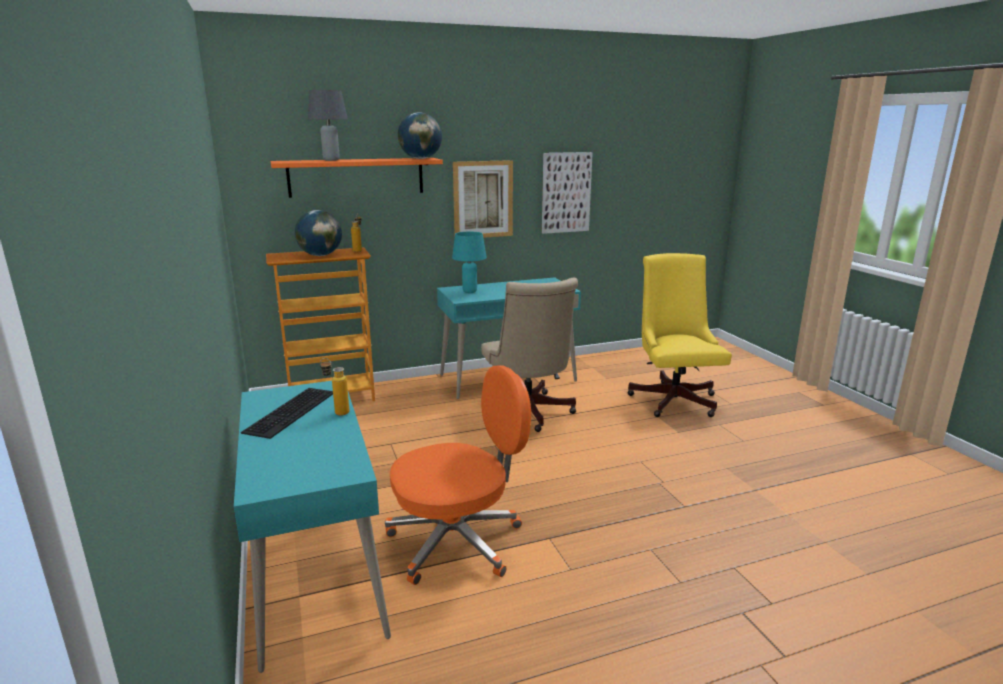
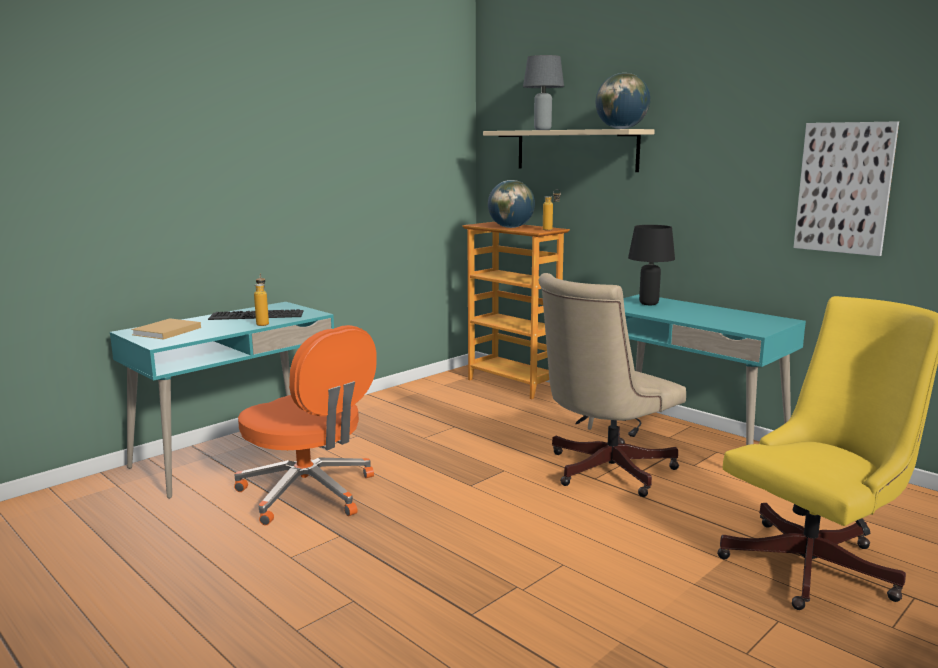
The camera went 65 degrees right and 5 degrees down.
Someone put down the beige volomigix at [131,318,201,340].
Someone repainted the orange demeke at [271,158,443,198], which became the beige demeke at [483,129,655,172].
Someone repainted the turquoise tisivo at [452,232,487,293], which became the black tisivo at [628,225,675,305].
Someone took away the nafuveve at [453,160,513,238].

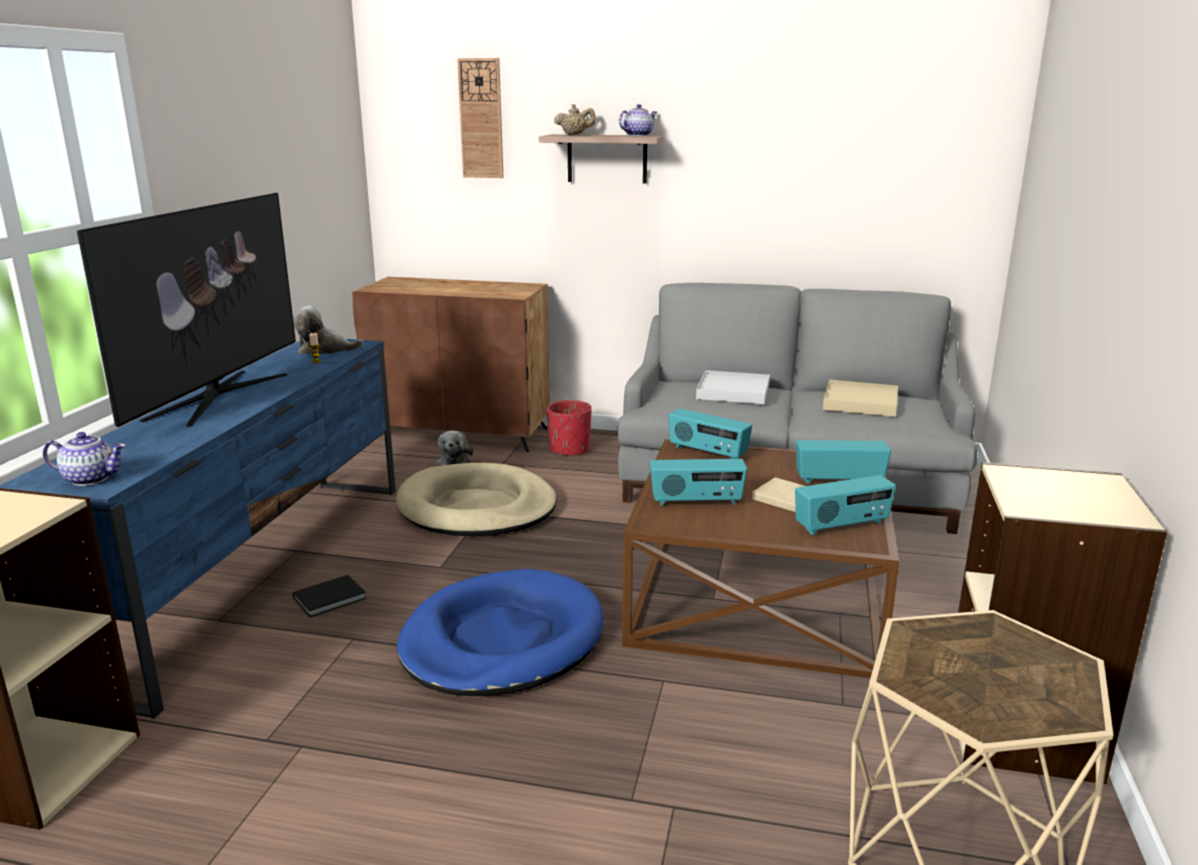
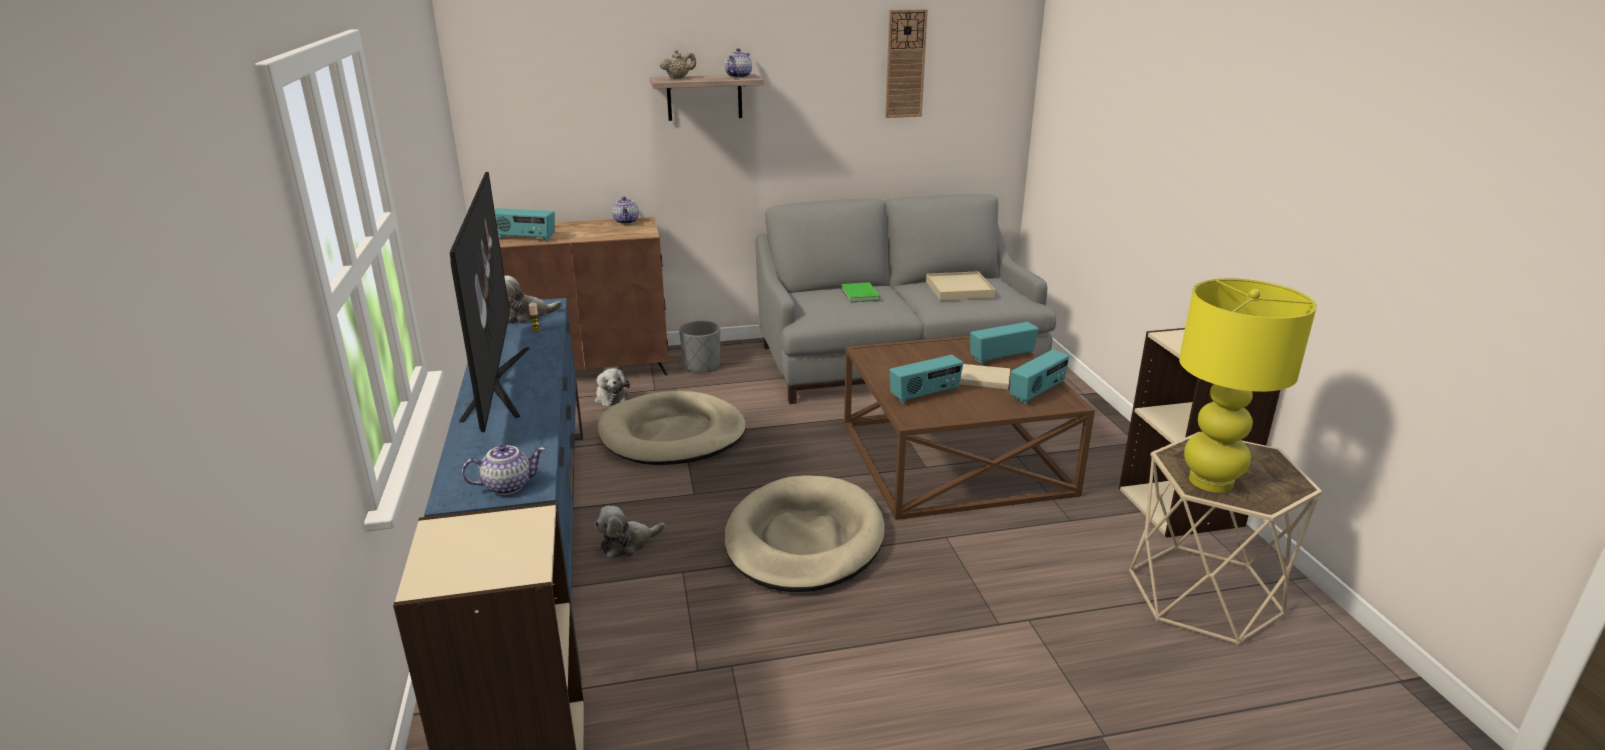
The camera went 25 degrees left and 5 degrees up.
Someone carried the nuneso from [668,409,752,459] to [495,208,555,241].
Someone swapped the black volomigix at [293,575,366,617] for the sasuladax at [595,506,665,559].
Someone put down the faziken at [612,197,639,224].
Someone repainted the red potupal at [547,400,592,457], which became the grey potupal at [679,321,720,373].
Someone repainted the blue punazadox at [397,569,604,696], which became the beige punazadox at [725,475,885,592].
Someone swapped the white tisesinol at [696,370,770,404] for the green volomigix at [841,282,880,303].
Someone carried the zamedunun from [457,58,504,178] to [885,9,928,118].
Someone put down the yellow tisivo at [1179,278,1317,493].

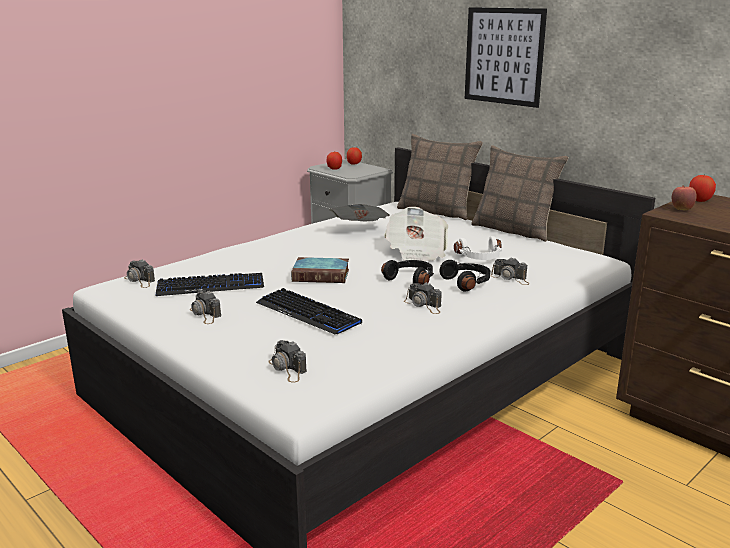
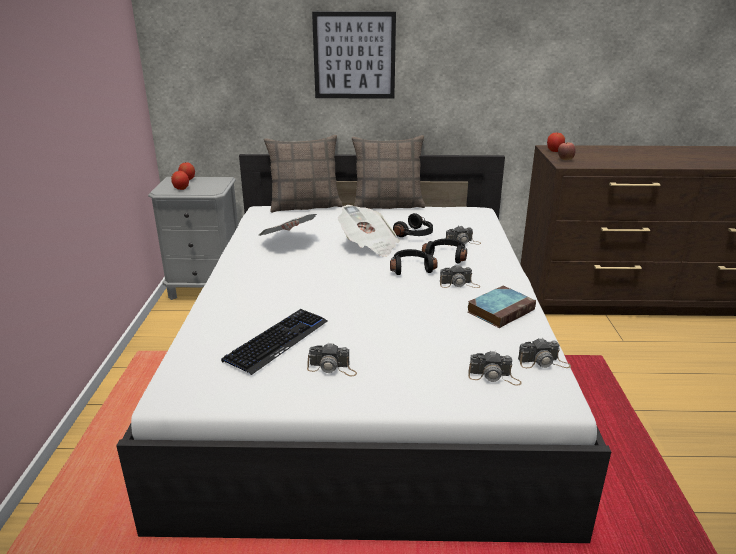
The camera went 45 degrees left and 5 degrees up.
Someone repainted the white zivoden at [454,236,502,260], which became the black zivoden at [393,213,433,237].
Someone carried the volomigix from [291,257,349,283] to [468,286,536,328].
Someone carried the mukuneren from [124,259,155,288] to [518,338,571,368].
Someone took away the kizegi at [256,288,362,334].

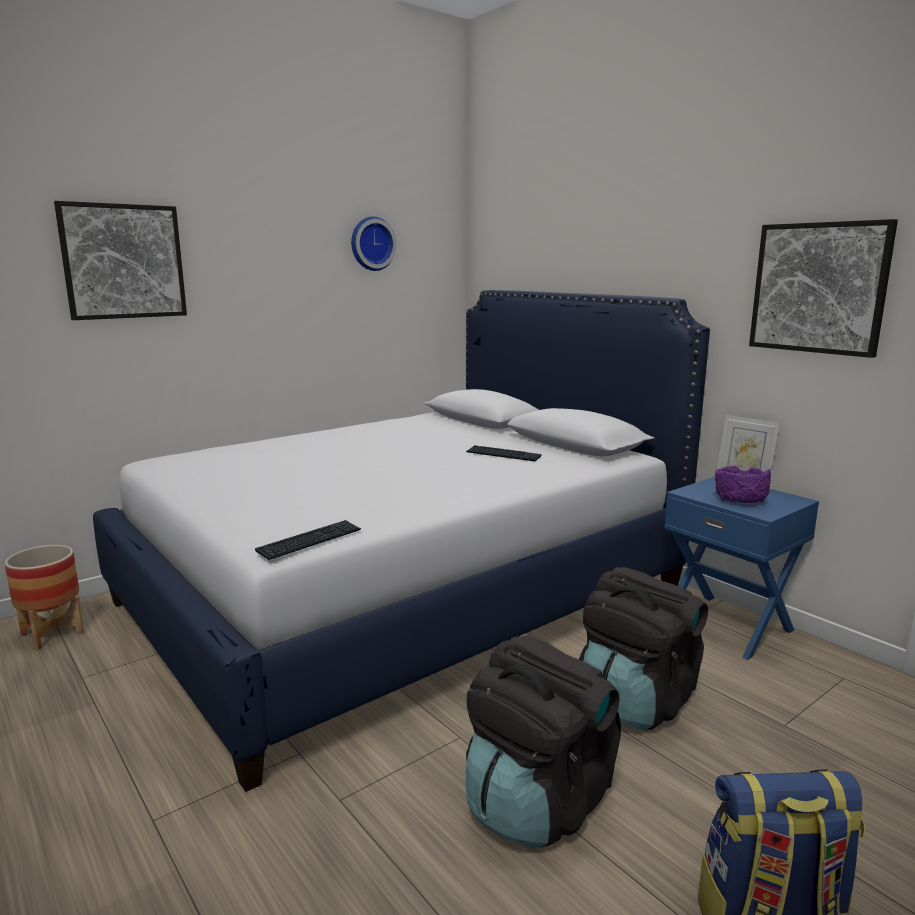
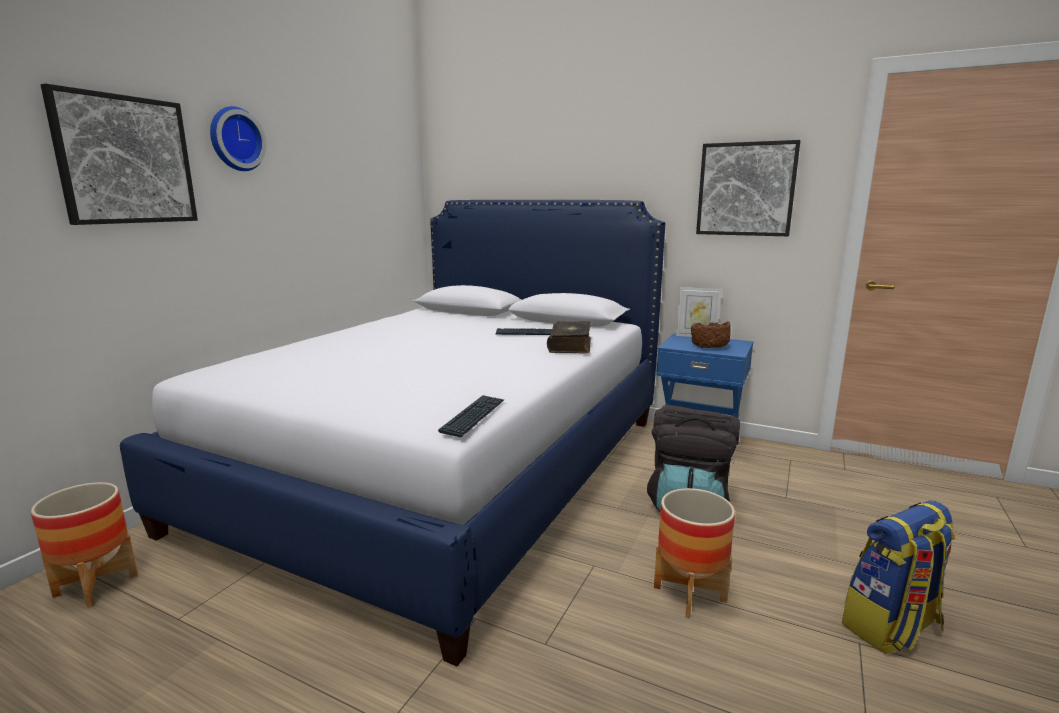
The camera went 25 degrees left and 0 degrees up.
Someone carried the zamedunun from [351,216,397,271] to [210,106,267,171].
Someone put down the volomigix at [547,321,591,353].
Someone swapped the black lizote at [466,636,621,848] for the potupal at [654,488,735,618].
Someone repainted the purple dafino at [715,466,771,503], which became the brown dafino at [691,321,731,348].

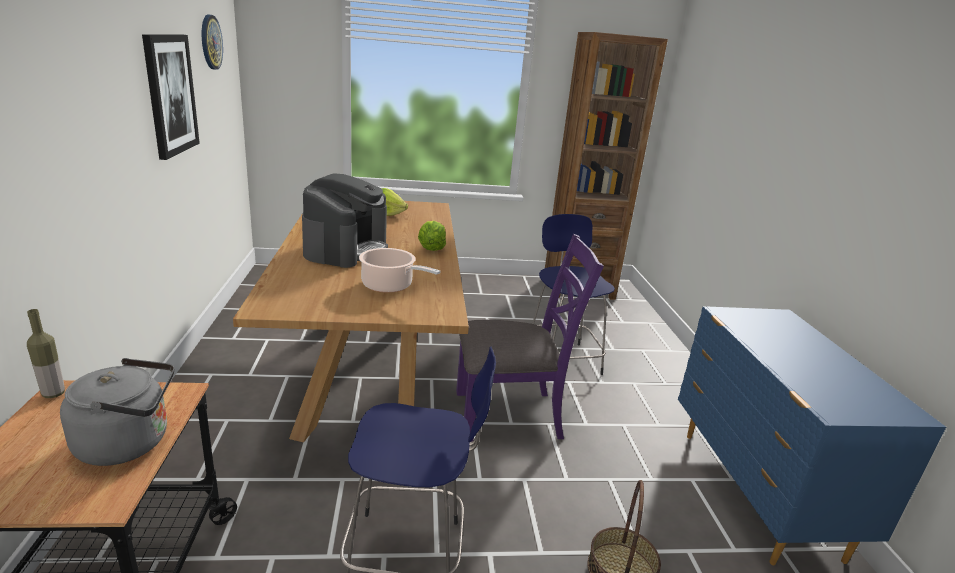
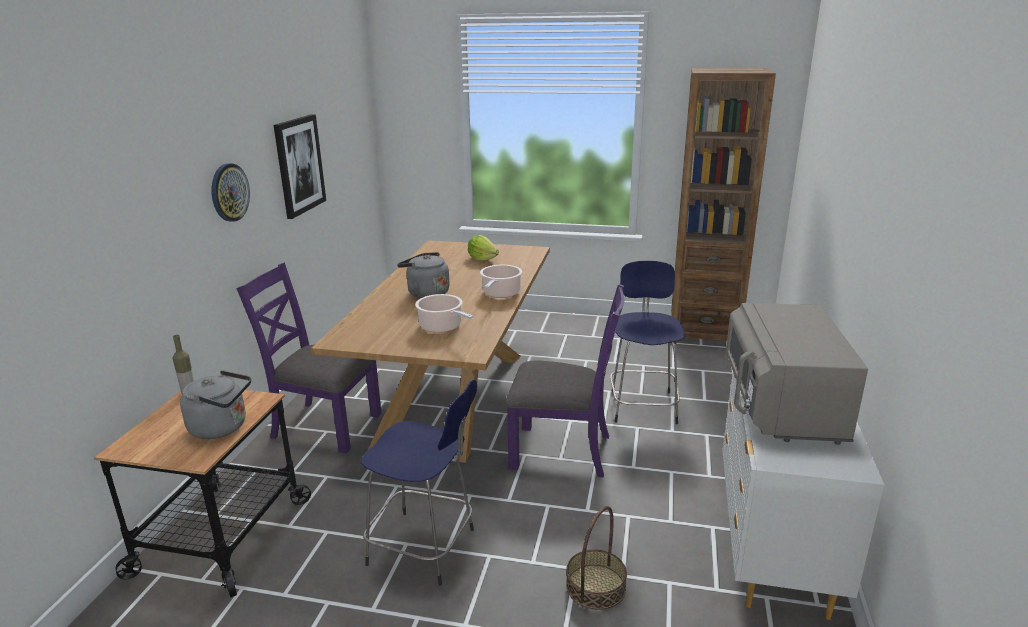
The camera went 20 degrees right and 0 degrees up.
Someone carried the zamedunun from [202,14,223,70] to [212,163,250,222].
Someone put down the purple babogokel at [236,263,382,453].
Someone swapped the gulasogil at [302,173,388,268] for the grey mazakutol at [397,252,450,298].
Someone swapped the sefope at [418,221,446,251] for the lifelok at [480,265,522,298].
Someone repainted the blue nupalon at [678,306,946,565], which became the white nupalon at [722,371,884,620].
Someone put down the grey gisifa at [726,303,868,445].

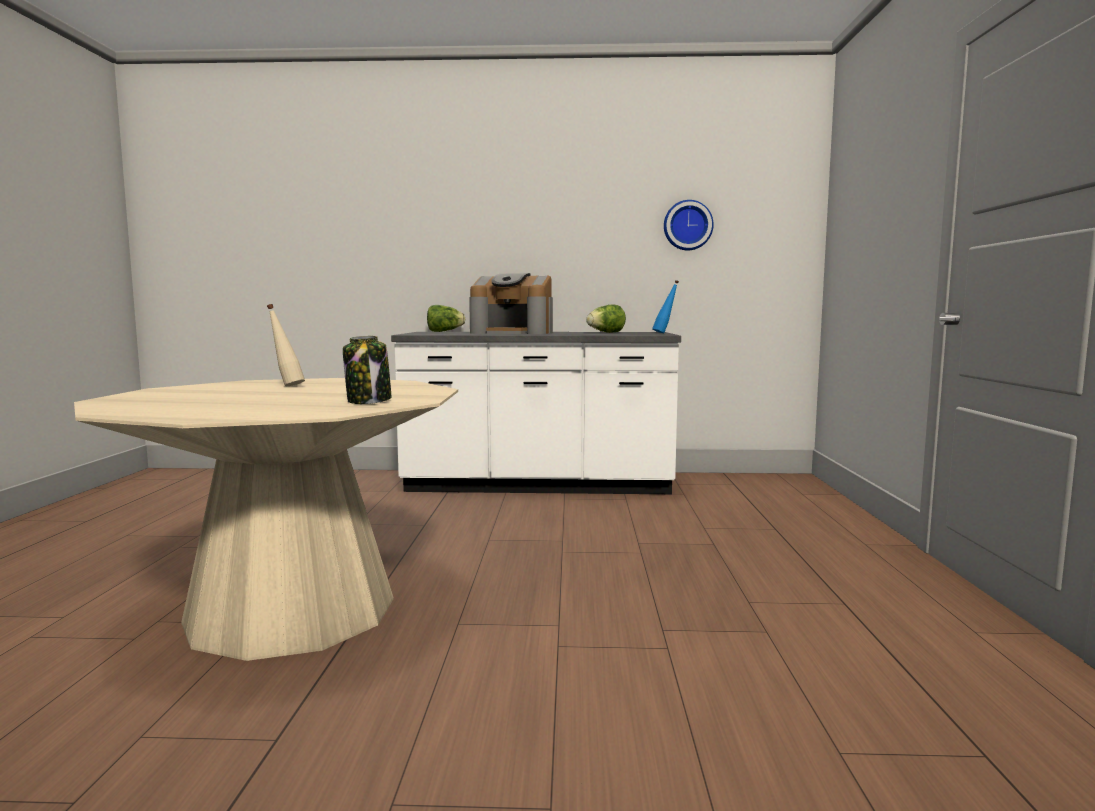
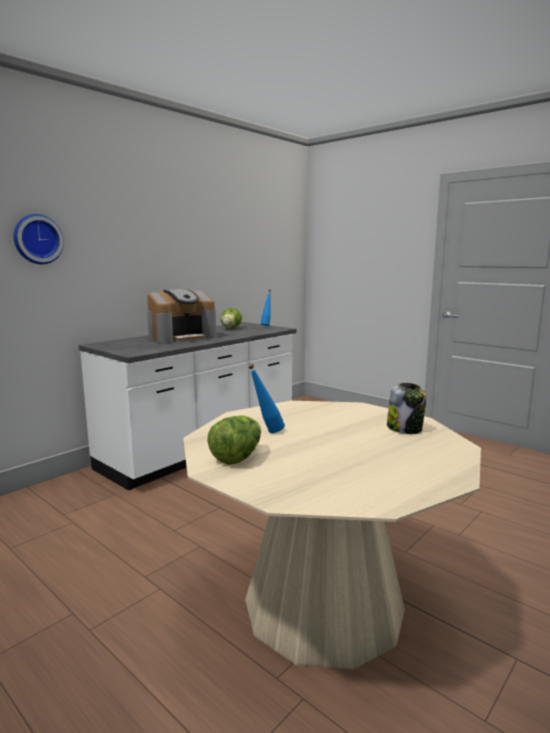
The camera went 50 degrees left and 5 degrees up.
Someone carried the zamedunun from [664,200,714,251] to [13,214,64,264].
Someone carried the sefope from [427,305,465,332] to [207,416,261,465].
Someone repainted the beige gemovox at [267,304,305,386], which became the blue gemovox at [248,364,285,433].

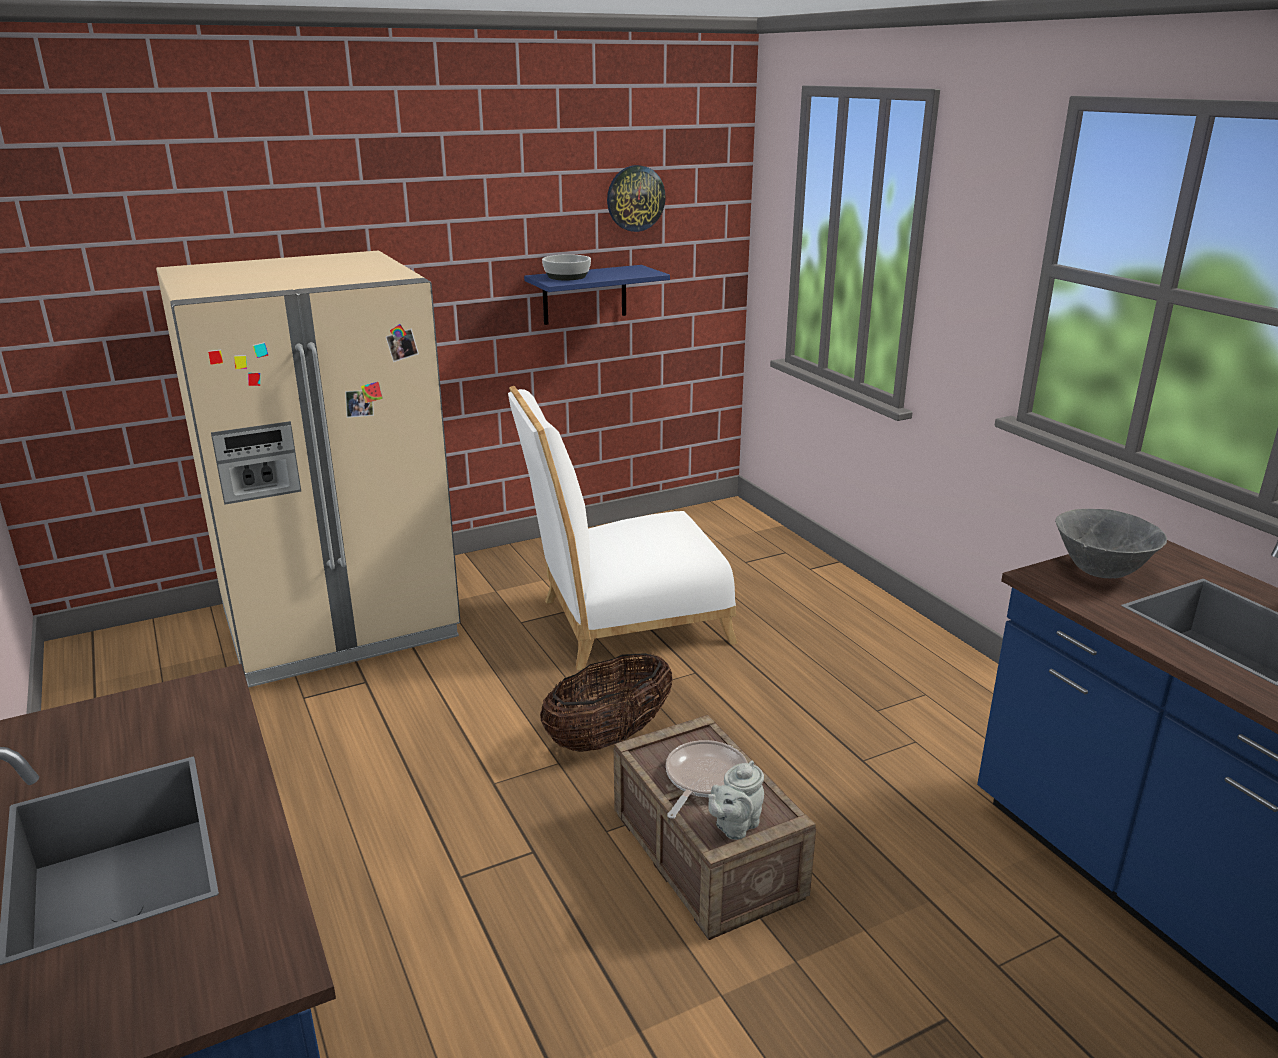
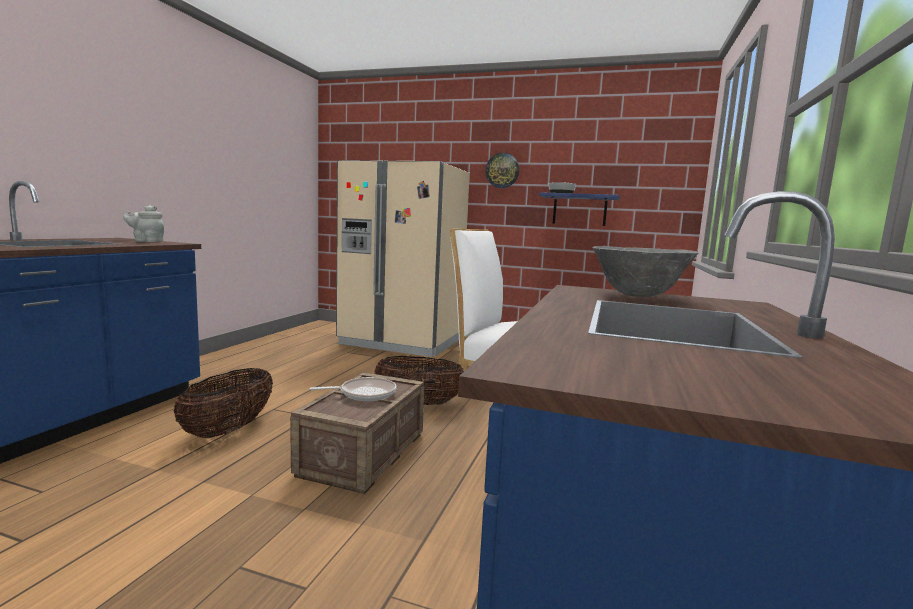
The camera went 45 degrees right and 15 degrees down.
Someone carried the grey faziken from [708,761,764,840] to [123,205,164,242].
Someone put down the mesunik at [173,368,273,438].
Someone carried the zamedunun from [607,165,666,232] to [485,153,519,188].

